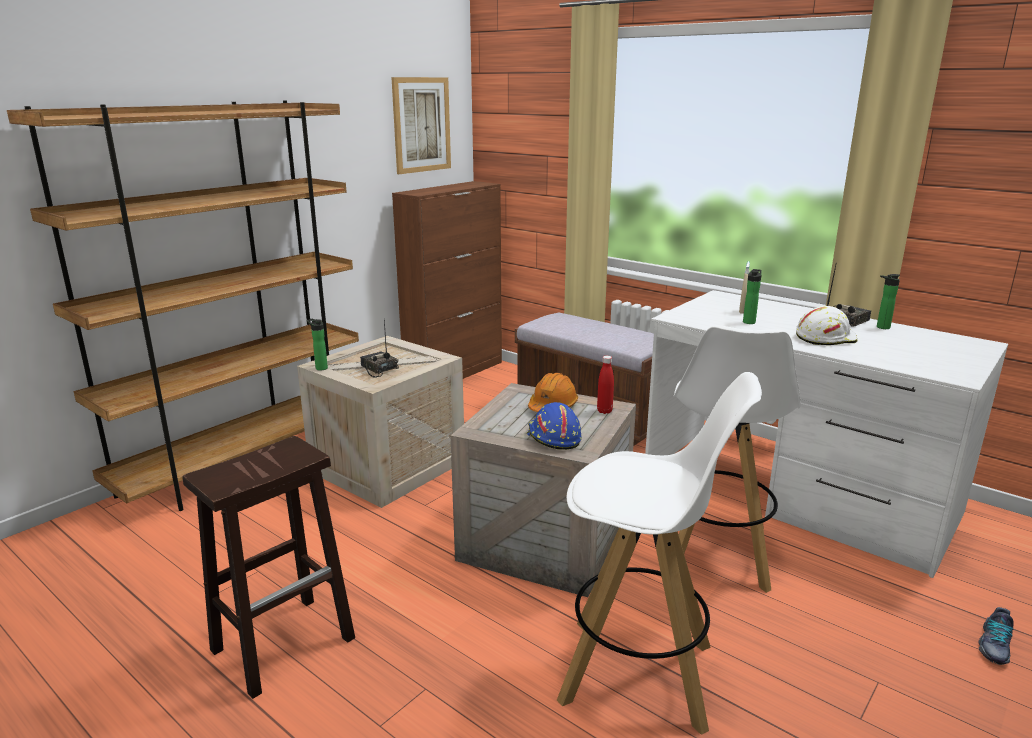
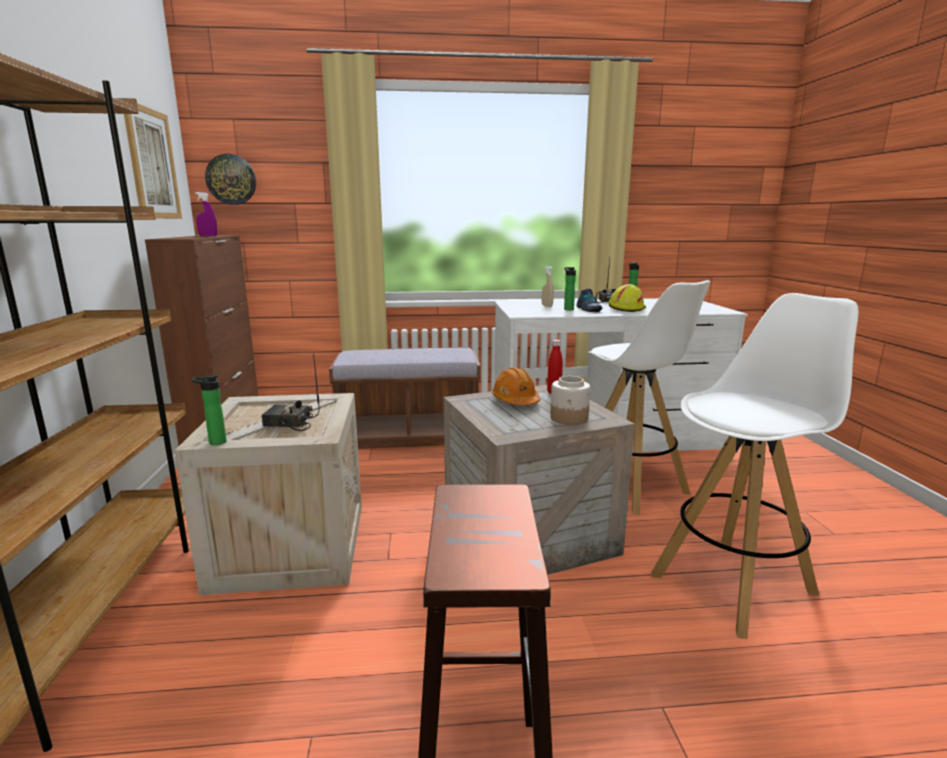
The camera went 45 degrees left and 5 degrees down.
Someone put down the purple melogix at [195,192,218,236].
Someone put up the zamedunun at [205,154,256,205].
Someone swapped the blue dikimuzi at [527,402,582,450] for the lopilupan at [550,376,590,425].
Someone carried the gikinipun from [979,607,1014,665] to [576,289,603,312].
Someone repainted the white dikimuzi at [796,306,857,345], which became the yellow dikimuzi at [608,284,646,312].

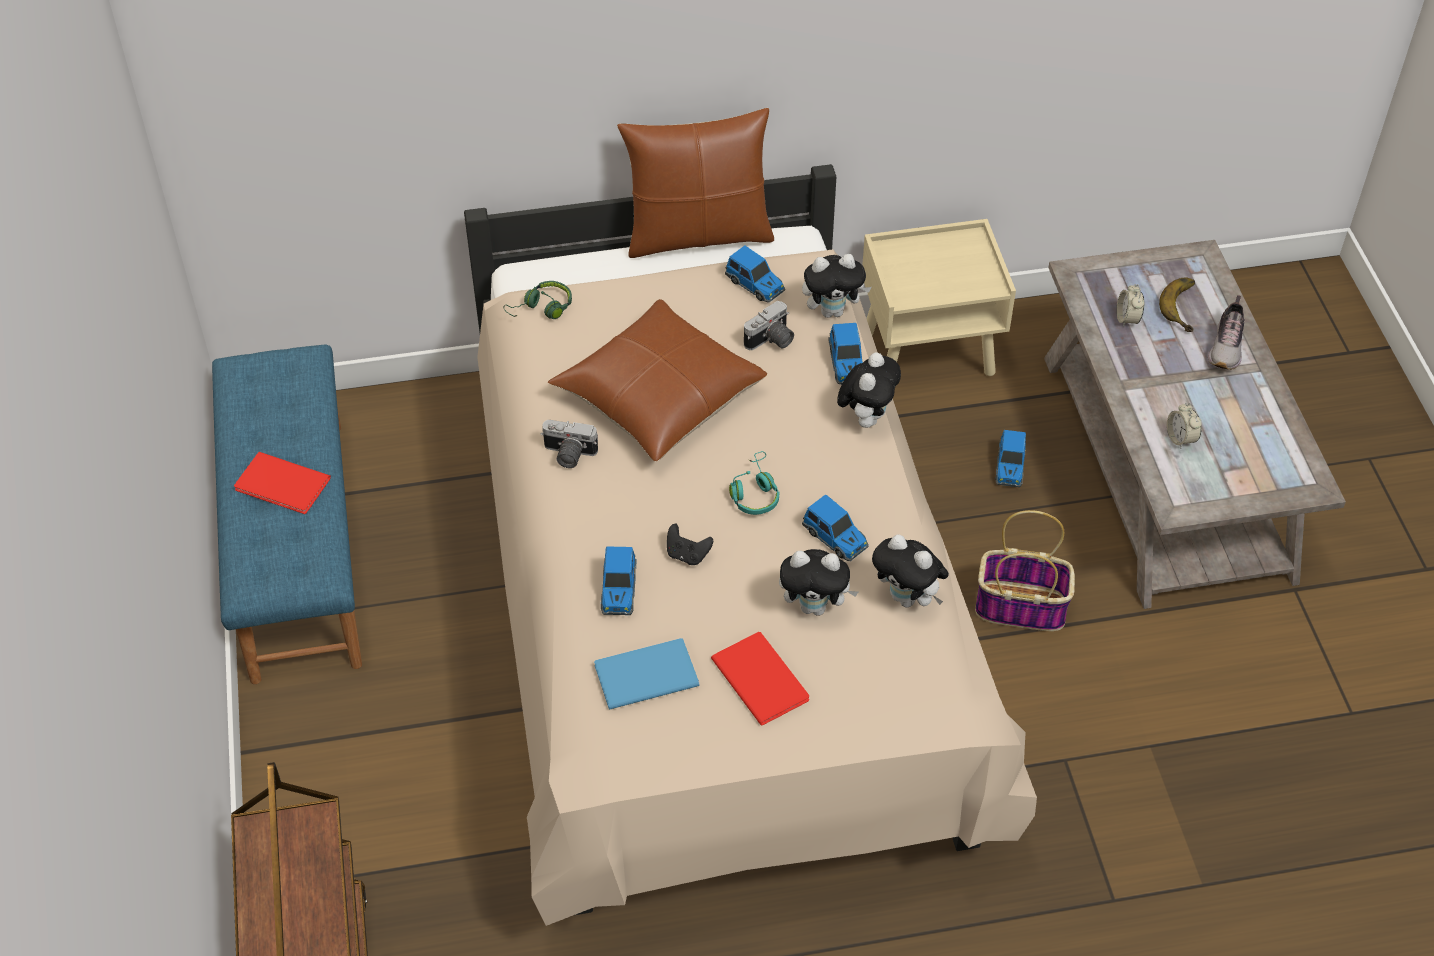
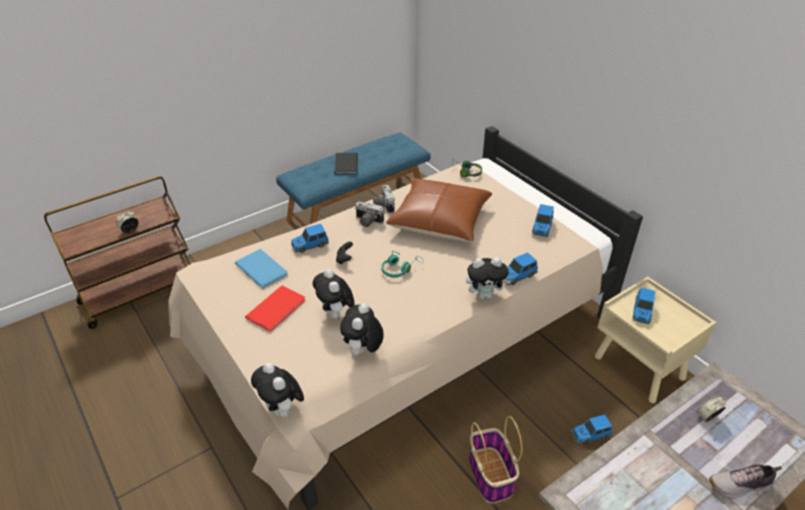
The camera went 65 degrees right and 10 degrees down.
Someone carried the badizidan from [1167,403,1202,449] to [116,211,139,233].
Someone carried the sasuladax from [802,254,871,318] to [251,363,304,418].
Someone repainted the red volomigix at [234,452,331,514], which became the black volomigix at [335,153,358,174].
Someone carried the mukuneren from [744,301,794,350] to [355,202,384,227].
Someone carried the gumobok from [802,494,869,561] to [632,288,655,324].
Someone took away the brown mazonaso at [617,108,774,258].
Someone took away the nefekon at [1159,278,1195,332].

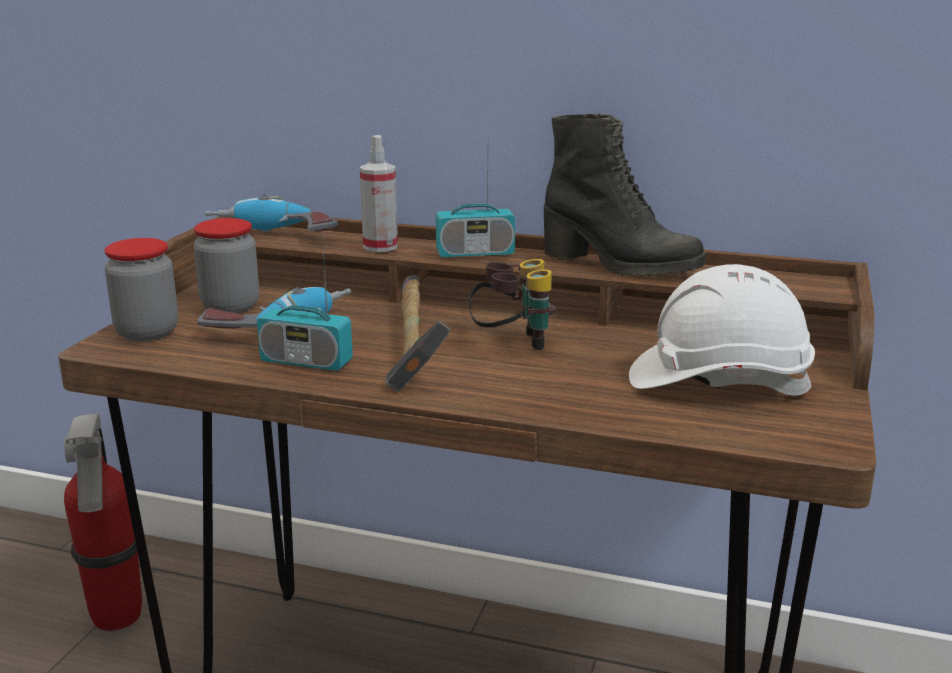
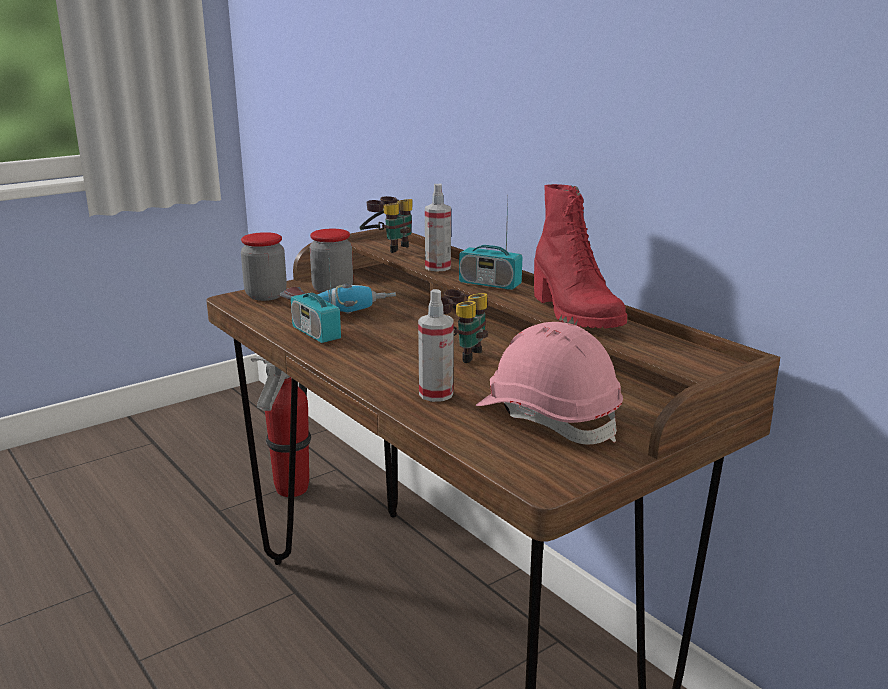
The camera went 35 degrees right and 0 degrees up.
Someone swapped the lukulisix at [205,195,338,232] for the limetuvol at [359,196,412,253].
Someone put down the melogix at [418,289,454,402].
Someone repainted the white dikimuzi at [629,264,815,396], which became the pink dikimuzi at [476,322,623,445].
Someone repainted the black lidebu at [544,114,706,277], which became the red lidebu at [534,184,627,328].
Someone took away the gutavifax at [385,275,451,392].

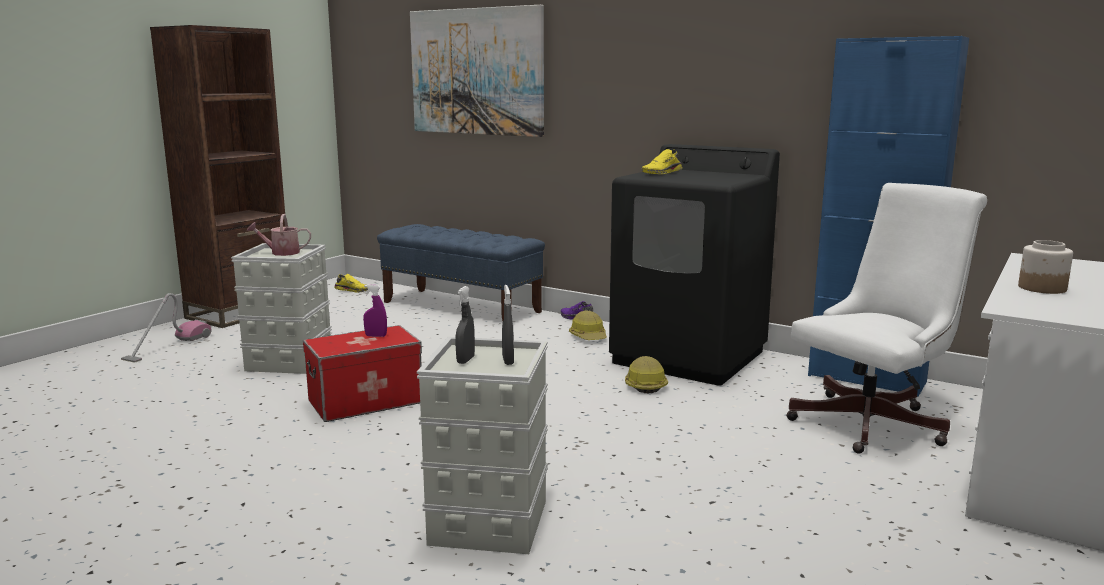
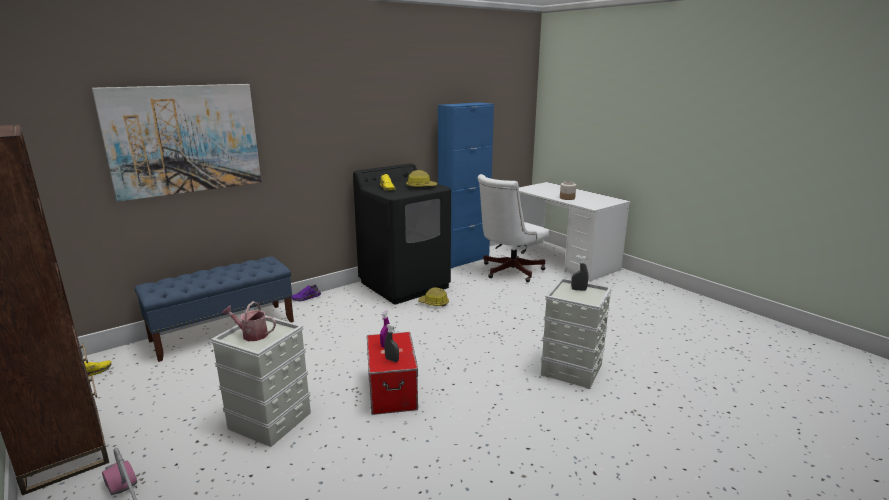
The camera went 70 degrees left and 5 degrees up.
Someone rotated the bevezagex at [247,214,311,256] by 90 degrees clockwise.
Someone carried the grey melogix from [456,286,475,364] to [384,324,399,362].
Someone carried the dikimuzi from [569,310,607,340] to [406,170,437,188].
Someone rotated the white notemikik at [786,183,987,454] by 120 degrees counterclockwise.

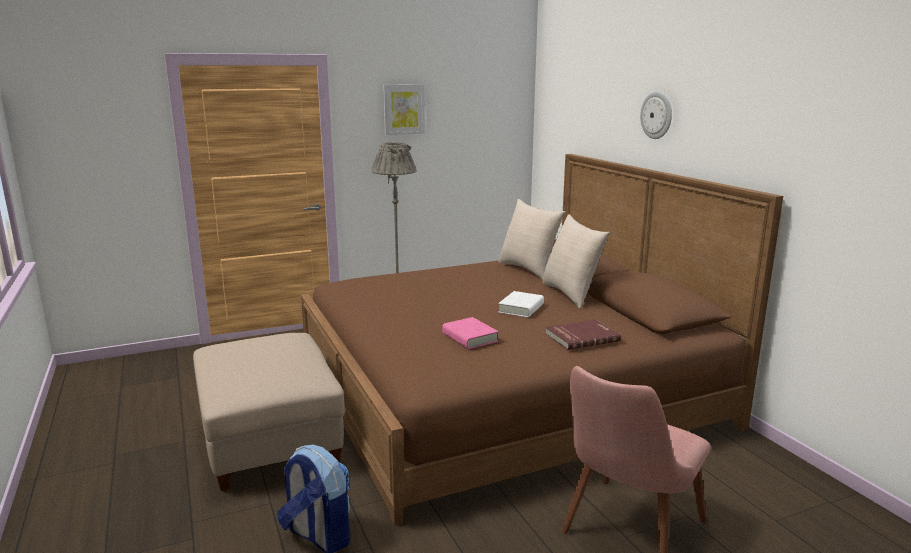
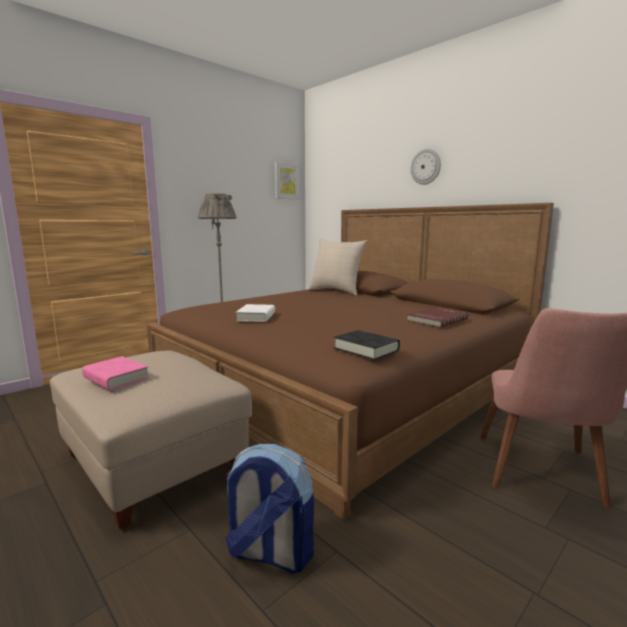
The camera went 20 degrees left and 5 degrees down.
Someone carried the pink volomigix from [442,317,499,349] to [82,356,149,390].
Someone carried the white volomigix from [498,291,544,317] to [236,304,275,322].
Someone carried the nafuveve from [383,84,425,135] to [275,162,299,200].
Someone put down the black volomigix at [334,330,400,360].
Someone took away the beige mazonaso at [543,214,610,309].

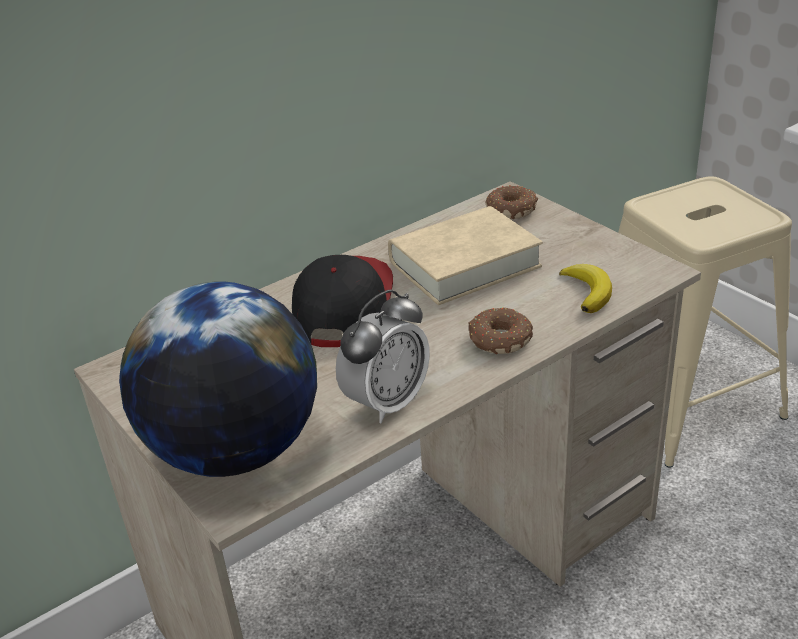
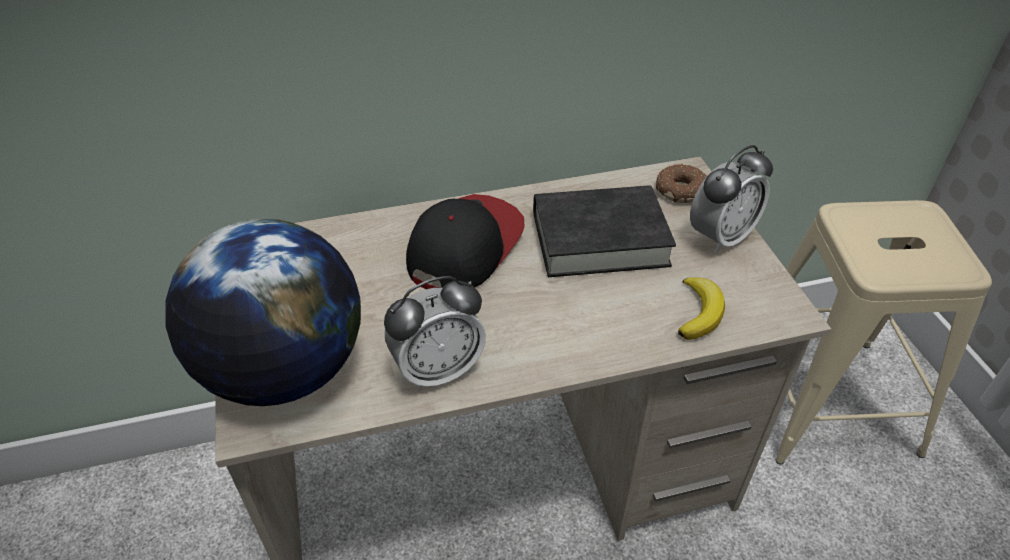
The camera went 20 degrees right and 10 degrees up.
Someone repainted the beige volomigix at [388,206,543,305], which became the black volomigix at [533,185,676,277].
Someone put down the badizidan at [690,145,773,253].
Someone took away the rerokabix at [469,307,533,354].

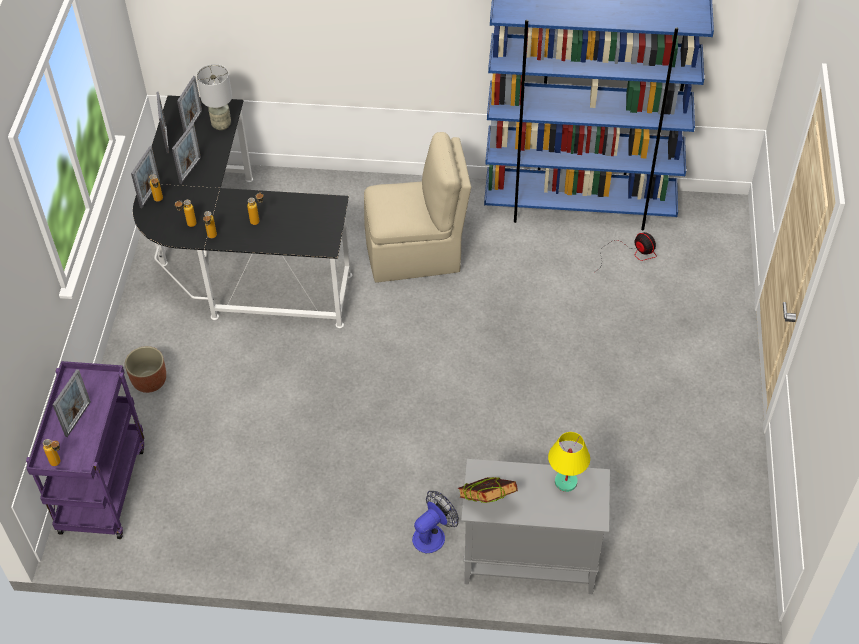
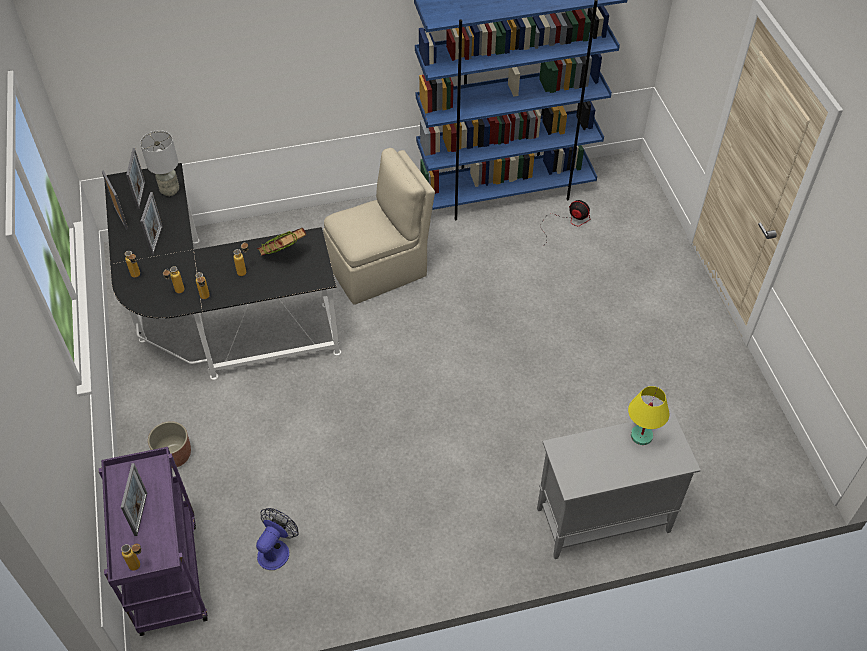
The camera went 20 degrees left and 0 degrees up.
Someone carried the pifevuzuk from [412,491,459,553] to [256,508,299,570].
Someone carried the volomigix from [458,477,518,503] to [257,227,306,256].
Someone took away the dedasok at [131,146,160,208].

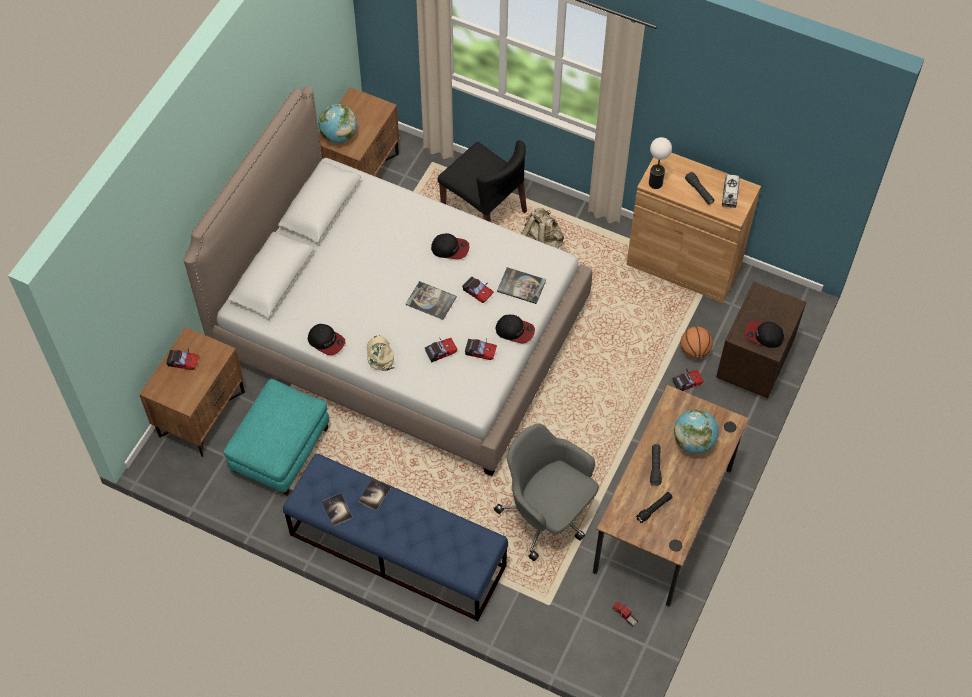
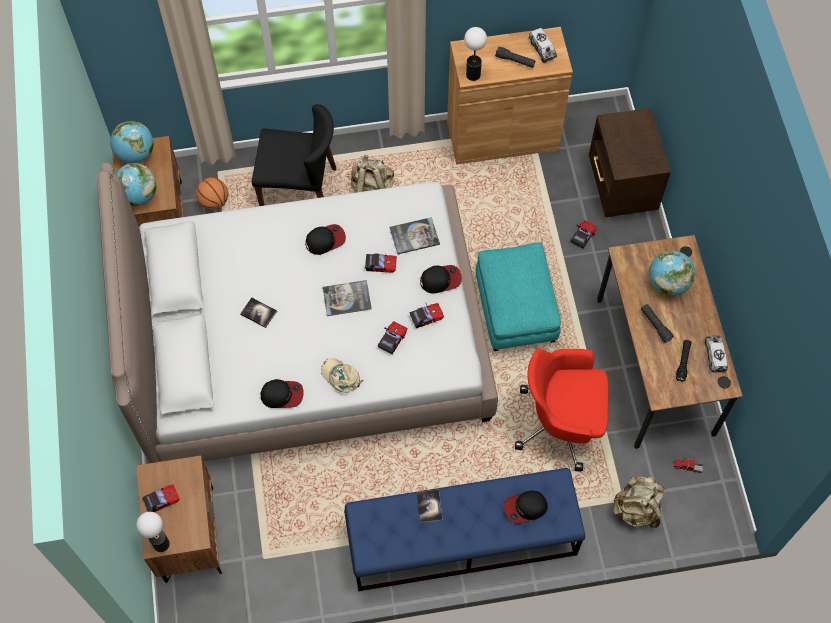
The camera went 35 degrees left and 5 degrees up.
Someone put down the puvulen at [110,121,154,164].
Someone put down the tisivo at [136,512,170,552].
Someone carried the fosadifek from [680,326,713,359] to [196,178,228,210].
Someone carried the volomigix from [322,493,353,527] to [240,297,277,328].
Someone carried the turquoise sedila from [223,379,329,496] to [476,242,561,351].
Someone carried the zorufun from [745,321,784,348] to [504,491,548,524].
Someone repainted the grey notemikik at [494,423,599,561], which became the red notemikik at [515,349,608,472].
Someone put down the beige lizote at [613,476,665,528].
Someone put down the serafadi at [705,336,728,373].

